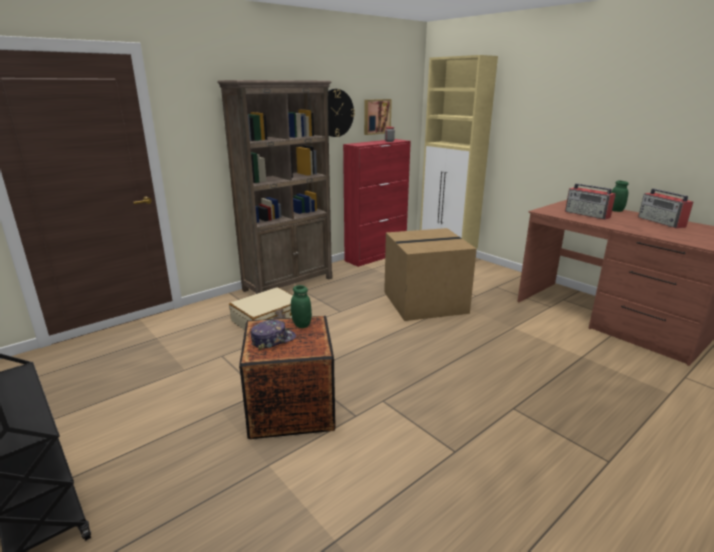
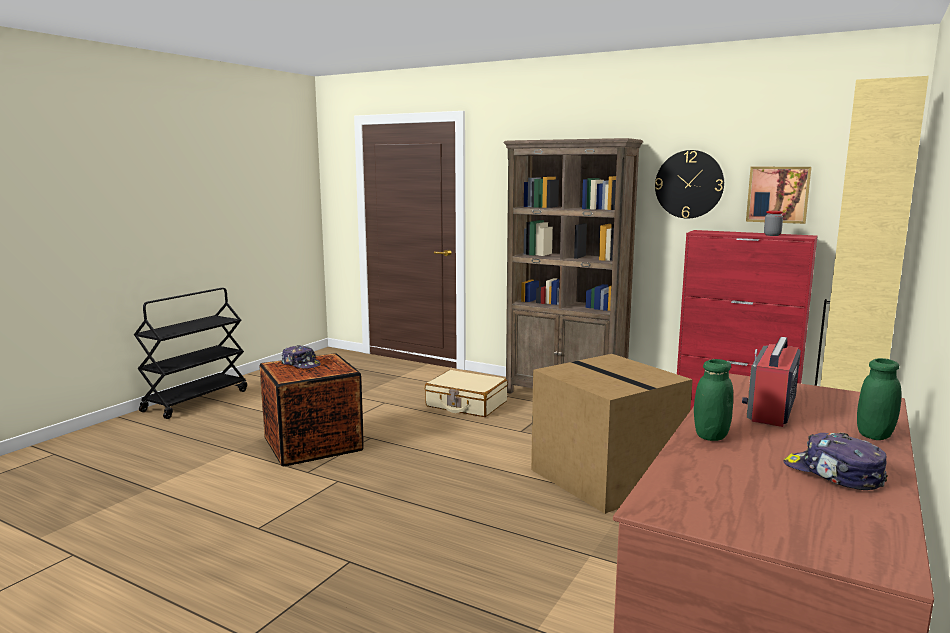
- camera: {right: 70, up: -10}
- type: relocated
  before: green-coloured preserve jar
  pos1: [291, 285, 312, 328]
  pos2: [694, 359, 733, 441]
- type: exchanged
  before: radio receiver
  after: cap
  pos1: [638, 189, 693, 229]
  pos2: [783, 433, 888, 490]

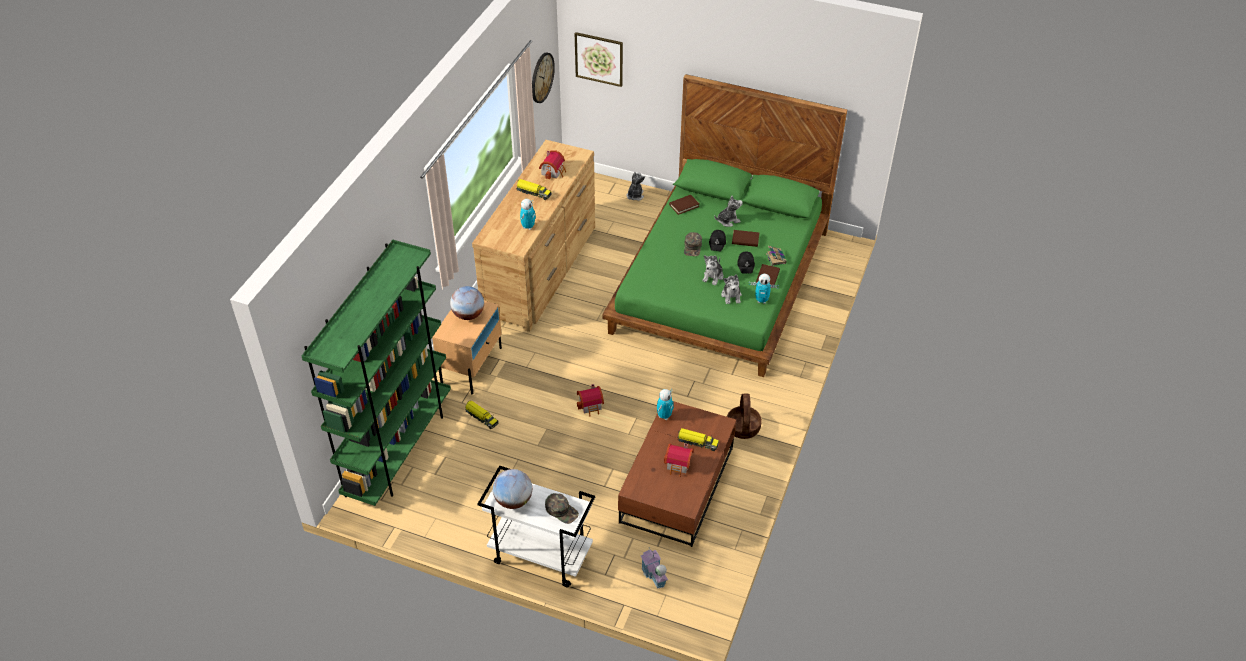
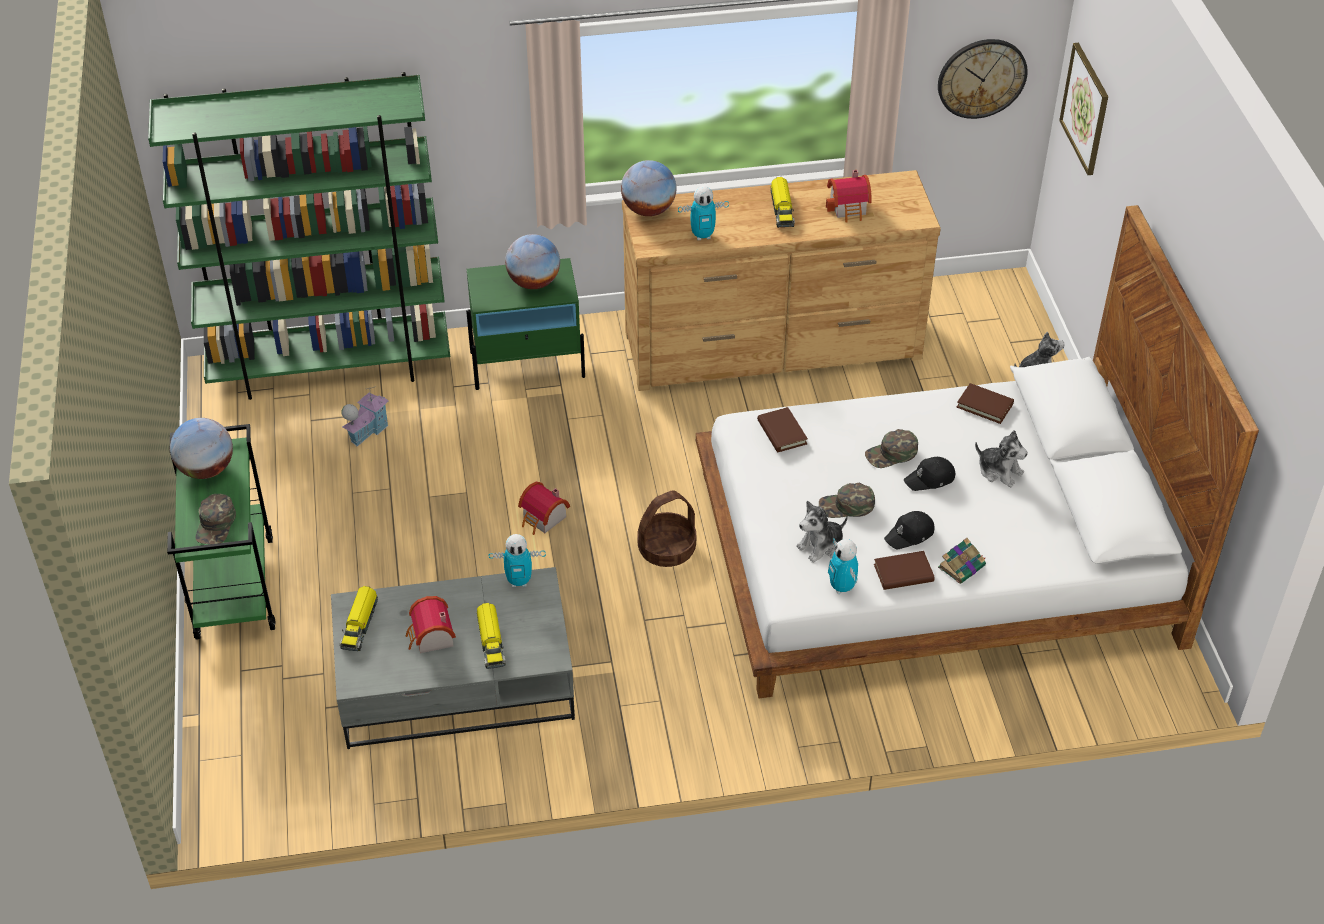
- camera: {right: 60, up: 0}
- type: colour
  before: white-coloured cart
  after: green-coloured cart
  pos1: [477, 465, 595, 588]
  pos2: [167, 424, 275, 639]
- type: colour
  before: brown low table
  after: gray low table
  pos1: [618, 401, 736, 547]
  pos2: [331, 567, 575, 749]
- type: relocated
  before: toy truck
  pos1: [465, 401, 499, 429]
  pos2: [340, 586, 378, 651]
- type: relocated
  before: toy house
  pos1: [640, 549, 668, 589]
  pos2: [341, 386, 389, 447]
- type: colour
  before: beige-coloured nightstand
  after: green-coloured nightstand
  pos1: [432, 300, 502, 394]
  pos2: [466, 258, 585, 390]
- type: appeared
  after: world globe
  pos2: [621, 160, 676, 216]
- type: relocated
  before: storage basket
  pos1: [727, 394, 762, 439]
  pos2: [637, 490, 696, 567]
- type: colour
  before: green-coloured sleeping bed
  after: white-coloured sleeping bed
  pos1: [602, 74, 847, 377]
  pos2: [696, 205, 1259, 698]
- type: relocated
  before: brown bound book
  pos1: [732, 230, 759, 247]
  pos2: [757, 407, 808, 452]
- type: exchanged
  before: plush toy
  after: green-coloured cap
  pos1: [702, 255, 723, 285]
  pos2: [819, 483, 875, 518]

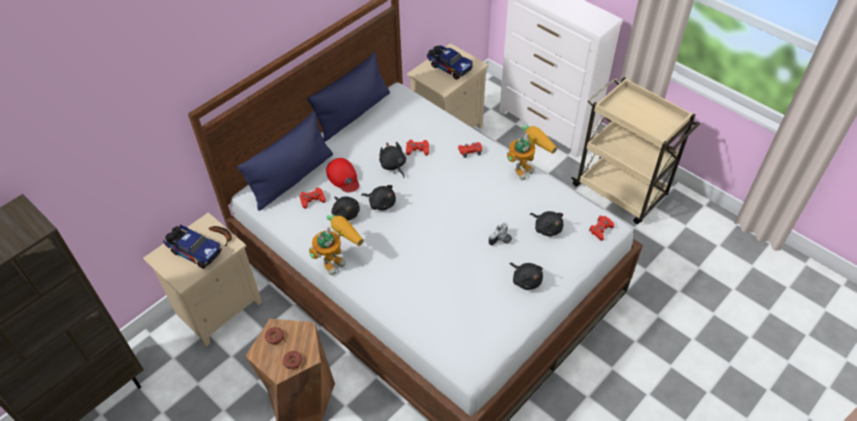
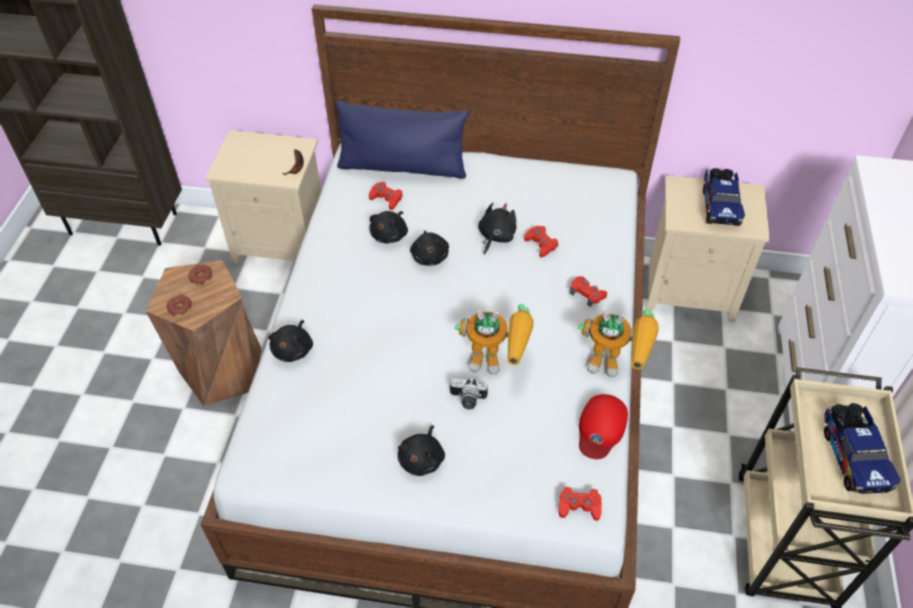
- camera: {right: 55, up: 0}
- type: relocated
  before: blackish plush toy
  pos1: [530, 211, 563, 237]
  pos2: [268, 320, 313, 362]
- type: relocated
  before: toy robot
  pos1: [309, 214, 364, 275]
  pos2: [455, 304, 534, 375]
- type: relocated
  before: reddish cap
  pos1: [326, 158, 359, 193]
  pos2: [579, 394, 628, 459]
- type: relocated
  before: toy truck
  pos1: [163, 225, 222, 269]
  pos2: [824, 403, 901, 494]
- type: missing
  before: blue-coloured pillow
  pos1: [307, 52, 390, 141]

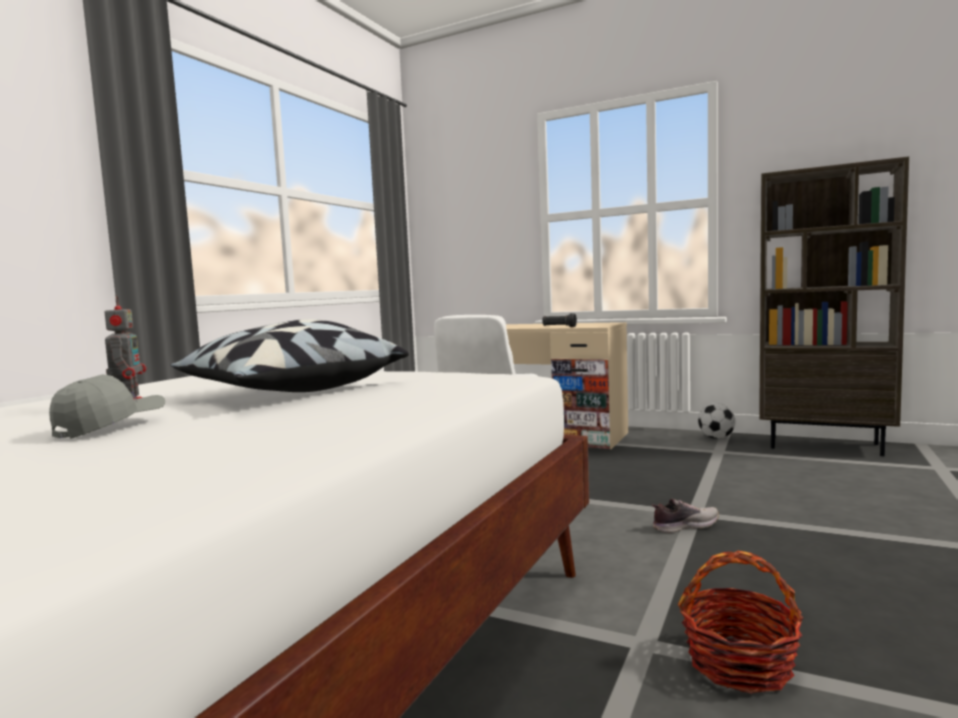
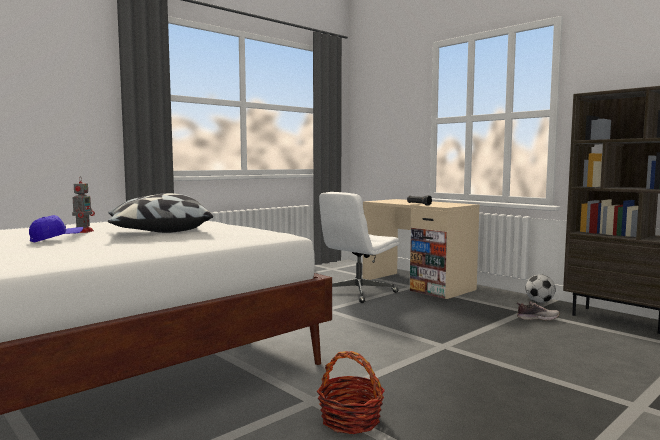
- camera: {right: 20, up: 0}
- type: colour
  before: gray cap
  after: blue-coloured cap
  pos1: [49, 374, 165, 439]
  pos2: [29, 215, 83, 243]
- type: relocated
  before: item of footwear
  pos1: [652, 499, 719, 533]
  pos2: [517, 302, 560, 321]

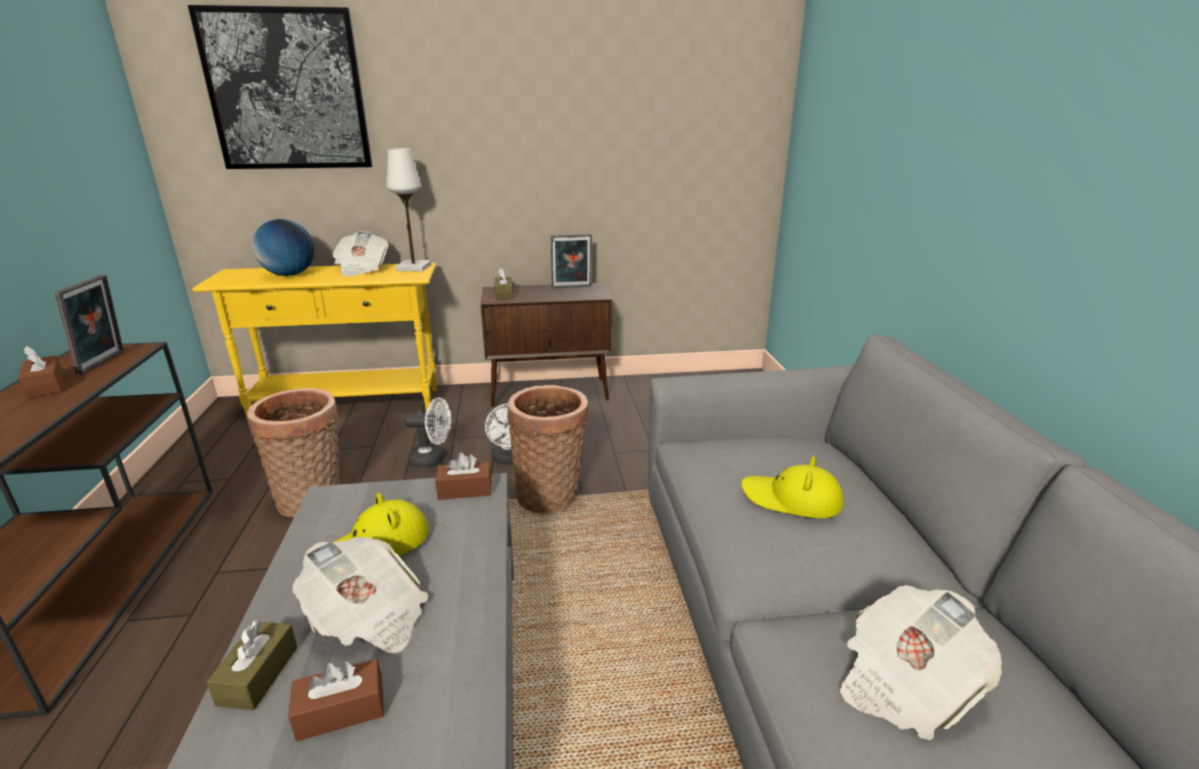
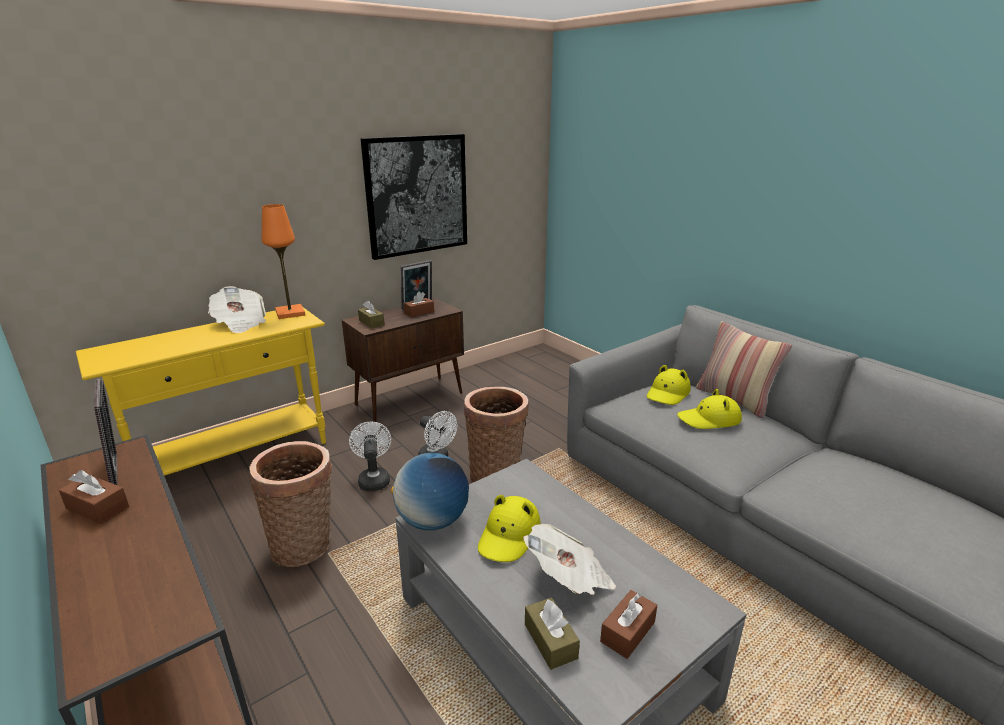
- camera: {right: -30, up: 0}
- type: colour
  before: white-coloured tabletop lamp
  after: orangey tabletop lamp
  pos1: [386, 148, 431, 272]
  pos2: [262, 204, 305, 319]
- type: spun
  before: white-coloured electric fan
  pos1: [405, 397, 451, 468]
  pos2: [349, 422, 391, 491]
  turn: -75
- type: relocated
  before: wall picture
  pos1: [188, 5, 372, 169]
  pos2: [361, 134, 467, 260]
- type: relocated
  before: world globe
  pos1: [252, 219, 314, 276]
  pos2: [391, 453, 469, 530]
- type: relocated
  before: brown tissue holder
  pos1: [435, 453, 491, 500]
  pos2: [404, 291, 434, 318]
- type: appeared
  after: yellow wearable hat
  pos2: [647, 365, 691, 405]
- type: appeared
  after: pillow
  pos2: [696, 321, 792, 418]
- type: missing
  before: newspaper
  pos1: [840, 585, 1002, 741]

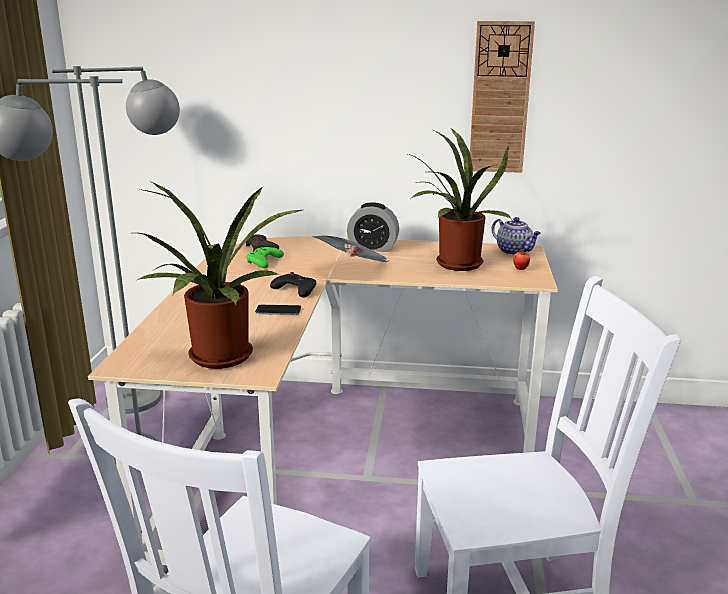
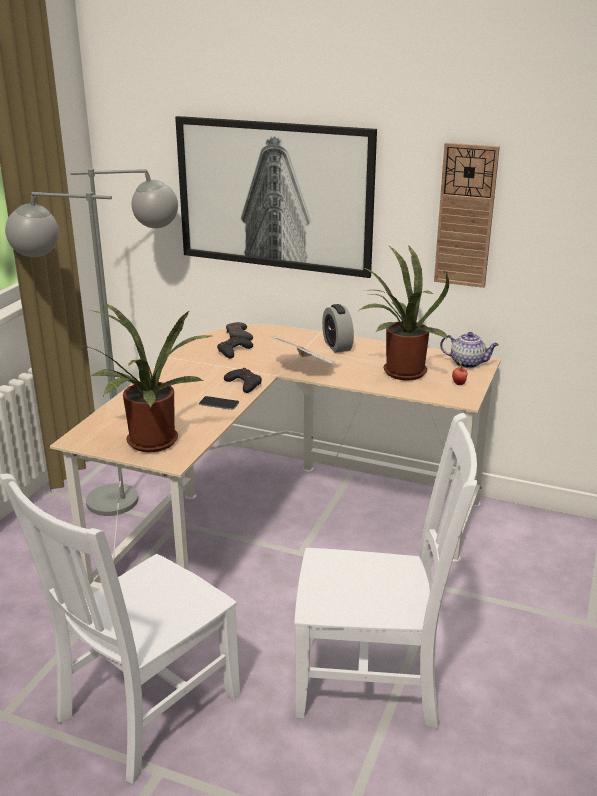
- camera: {right: 15, up: 5}
- type: appeared
  after: wall picture
  pos2: [175, 116, 377, 278]
- type: colour
  before: green-coloured game controller
  after: blackish game controller
  pos1: [246, 247, 284, 268]
  pos2: [217, 337, 253, 358]
- type: spun
  before: alarm clock
  pos1: [347, 202, 399, 252]
  pos2: [322, 304, 354, 353]
  turn: 45
- type: spun
  before: teapot
  pos1: [491, 217, 541, 255]
  pos2: [440, 332, 499, 368]
  turn: -45

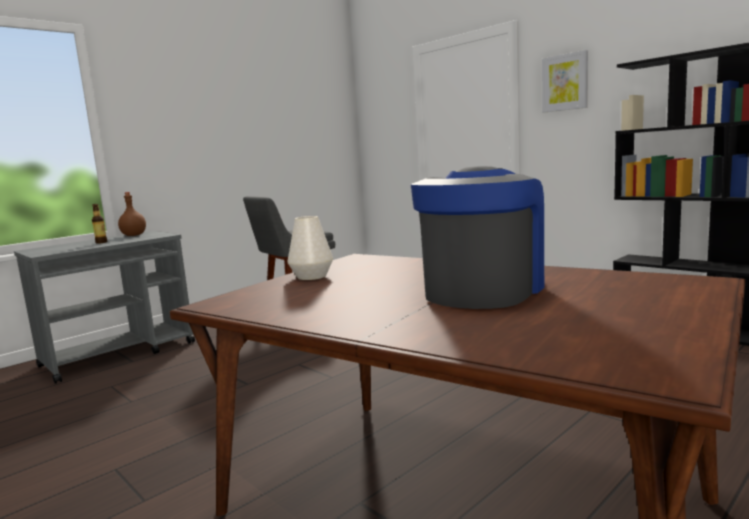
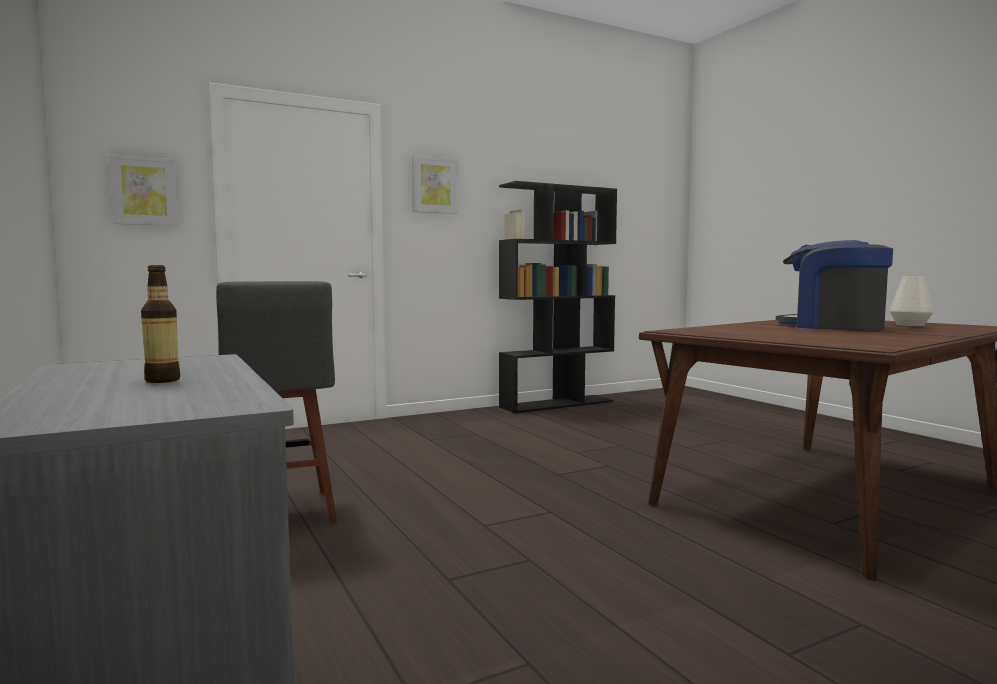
- camera: {right: -75, up: -5}
- type: appeared
  after: wall picture
  pos2: [109, 154, 179, 226]
- type: relocated
  before: white-coloured decorative vase
  pos1: [287, 216, 333, 280]
  pos2: [890, 276, 934, 326]
- type: missing
  before: brown drink bottle
  pos1: [118, 192, 146, 236]

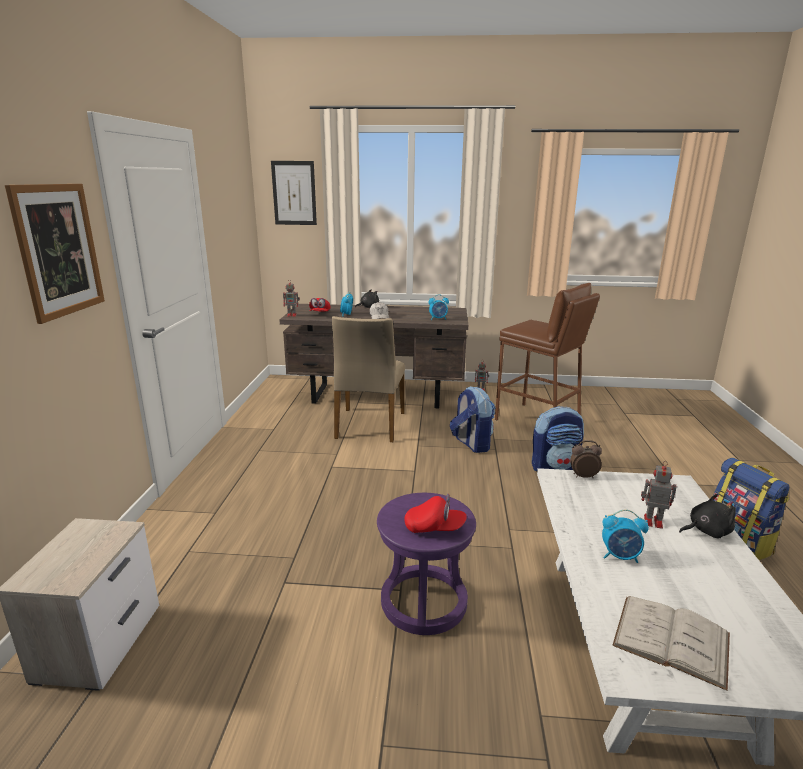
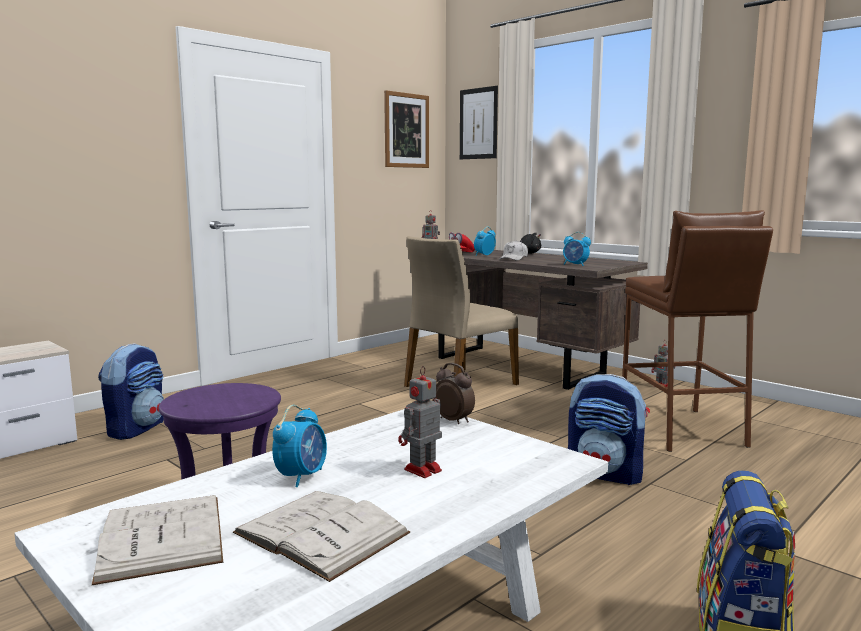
- camera: {right: 40, up: -10}
- type: relocated
  before: backpack
  pos1: [450, 386, 495, 453]
  pos2: [98, 343, 164, 440]
- type: appeared
  after: white-coloured bound book
  pos2: [233, 491, 410, 582]
- type: spun
  before: alarm clock
  pos1: [602, 509, 649, 563]
  pos2: [272, 405, 327, 487]
  turn: -120
- type: relocated
  before: wall picture
  pos1: [5, 184, 105, 324]
  pos2: [384, 90, 429, 168]
- type: spun
  before: toy robot
  pos1: [641, 461, 677, 529]
  pos2: [398, 366, 442, 478]
  turn: -105
- type: missing
  before: reddish cap
  pos1: [404, 494, 467, 533]
- type: missing
  before: blackish plush toy
  pos1: [679, 494, 736, 538]

